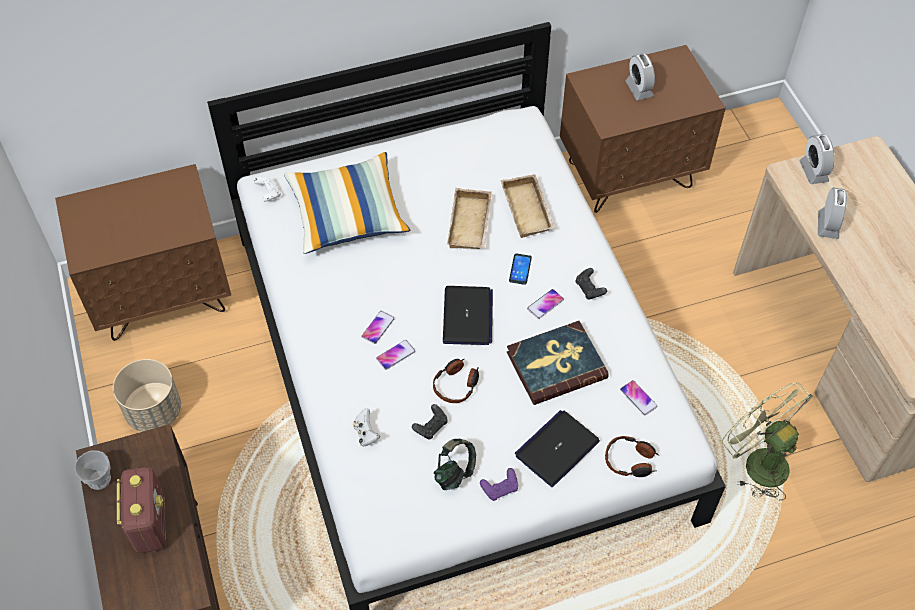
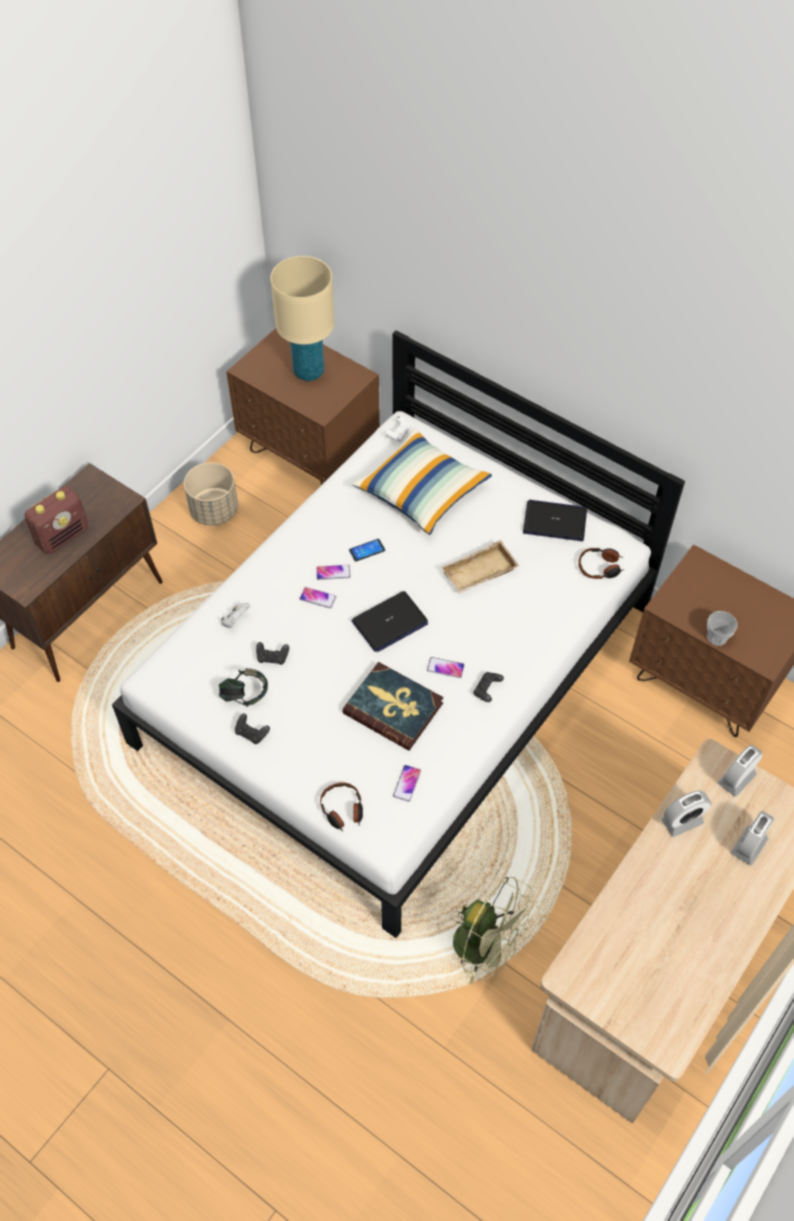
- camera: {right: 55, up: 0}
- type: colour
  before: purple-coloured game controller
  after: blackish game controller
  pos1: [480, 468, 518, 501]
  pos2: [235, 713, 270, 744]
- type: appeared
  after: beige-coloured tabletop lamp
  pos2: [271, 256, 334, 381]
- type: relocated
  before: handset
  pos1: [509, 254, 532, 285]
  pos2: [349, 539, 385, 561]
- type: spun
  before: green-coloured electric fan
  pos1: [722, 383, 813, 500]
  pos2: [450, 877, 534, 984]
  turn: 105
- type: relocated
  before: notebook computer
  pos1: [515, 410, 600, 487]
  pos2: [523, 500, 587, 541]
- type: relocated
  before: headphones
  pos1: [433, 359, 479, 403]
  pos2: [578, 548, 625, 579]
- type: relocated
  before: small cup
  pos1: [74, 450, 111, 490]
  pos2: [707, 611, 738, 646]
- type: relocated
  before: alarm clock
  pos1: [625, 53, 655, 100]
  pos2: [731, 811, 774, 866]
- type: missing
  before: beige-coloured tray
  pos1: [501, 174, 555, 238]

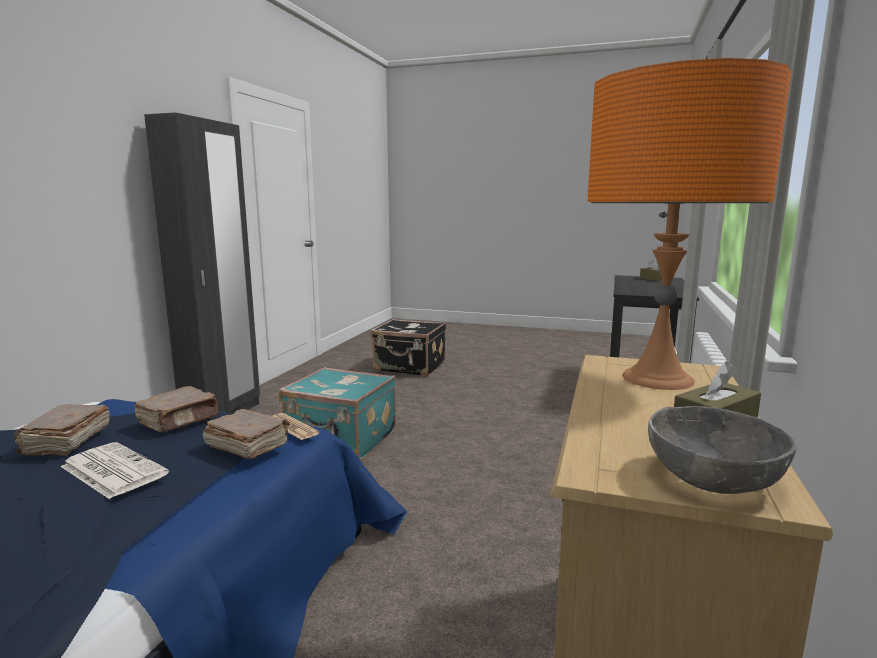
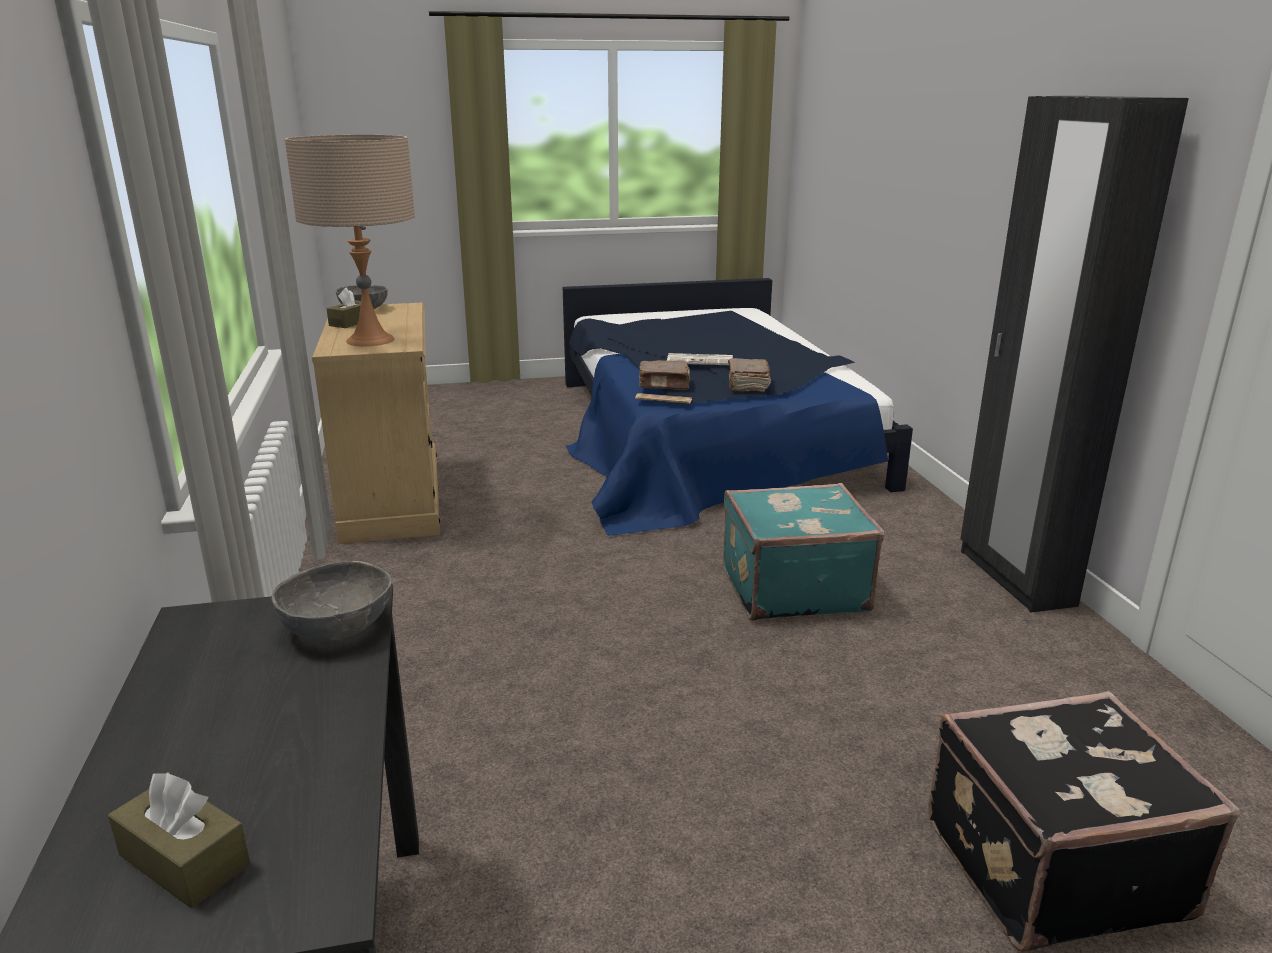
- camera: {right: 150, up: 10}
- type: appeared
  after: gray deep dish
  pos2: [271, 561, 392, 642]
- type: colour
  before: orangey tabletop lamp
  after: beige-coloured tabletop lamp
  pos1: [587, 58, 791, 390]
  pos2: [285, 135, 415, 346]
- type: missing
  before: brown bound book
  pos1: [15, 404, 110, 456]

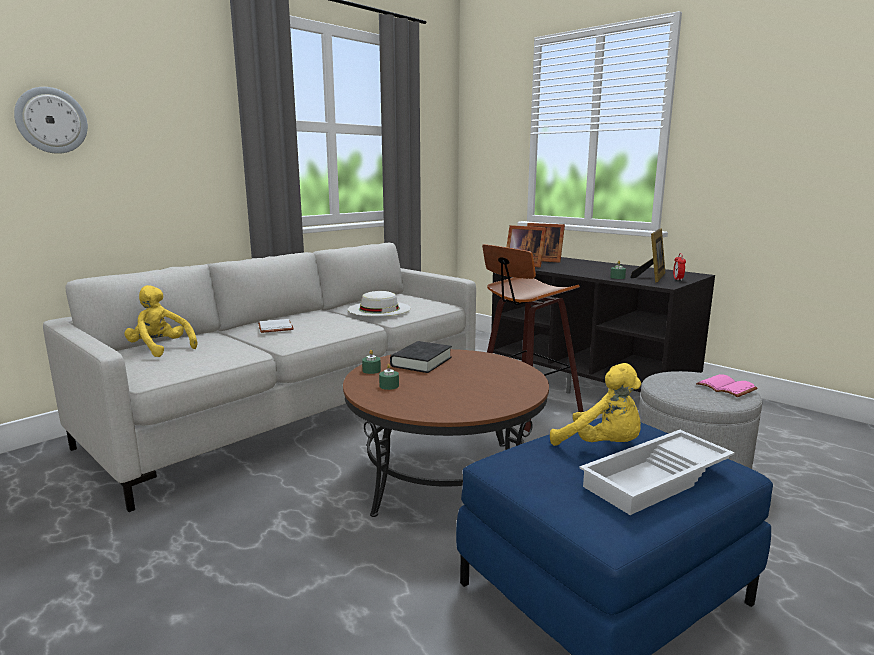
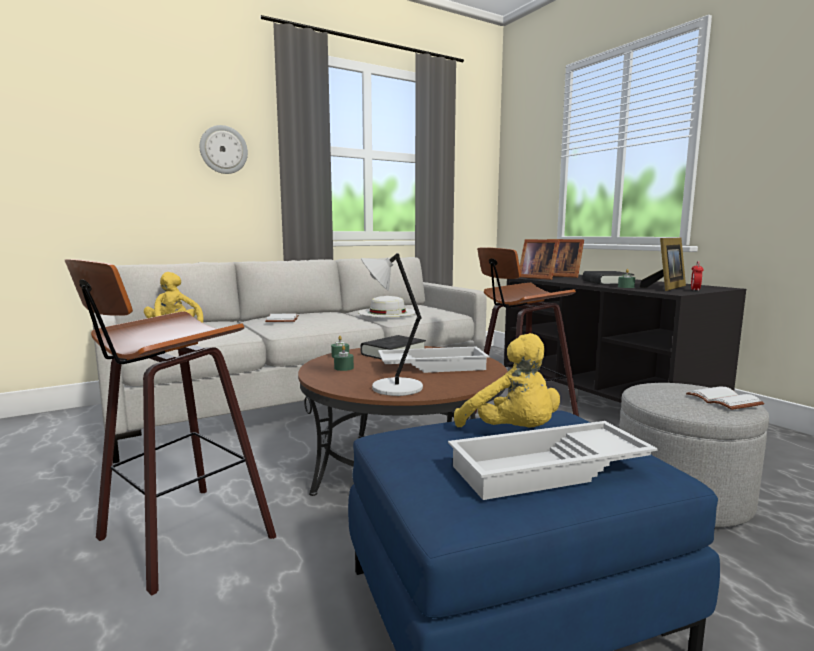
- camera: {right: 15, up: -5}
- type: appeared
  after: stool seat
  pos2: [65, 259, 276, 596]
- type: relocated
  before: clock on the wall
  pos1: [14, 87, 88, 154]
  pos2: [200, 125, 248, 174]
- type: appeared
  after: gray tabletop lamp
  pos2: [361, 253, 423, 396]
- type: appeared
  after: white-coloured tray
  pos2: [378, 347, 489, 373]
- type: appeared
  after: blackish bound book
  pos2: [583, 271, 635, 285]
- type: colour
  before: pinkish bound book
  after: white-coloured bound book
  pos1: [696, 374, 758, 397]
  pos2: [686, 387, 765, 410]

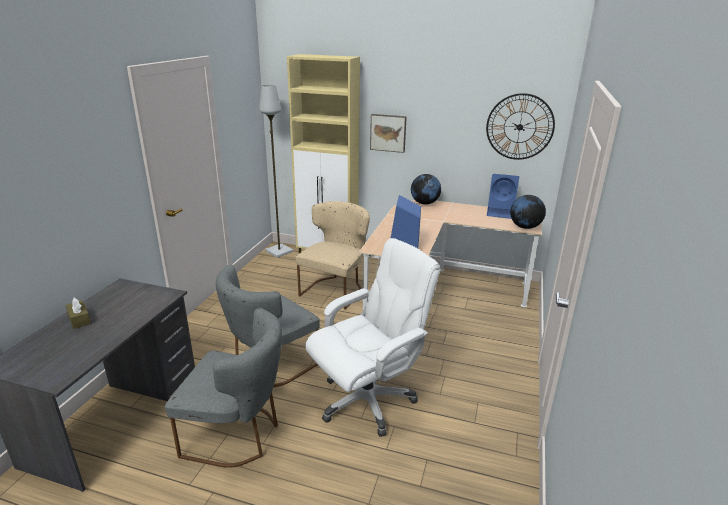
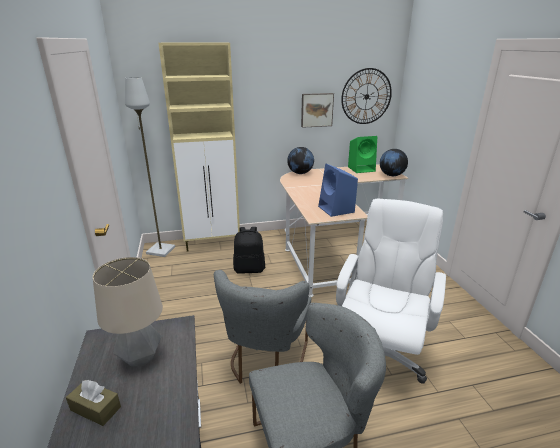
- camera: {right: -30, up: 0}
- type: appeared
  after: tabletop lamp
  pos2: [93, 257, 163, 367]
- type: exchanged
  before: beige-coloured chair
  after: blackish backpack
  pos1: [295, 201, 370, 310]
  pos2: [233, 227, 265, 274]
- type: relocated
  before: wall picture
  pos1: [370, 114, 407, 153]
  pos2: [301, 93, 334, 128]
- type: colour
  before: blue-coloured audio speaker
  after: green-coloured audio speaker
  pos1: [487, 174, 519, 219]
  pos2: [348, 136, 377, 173]

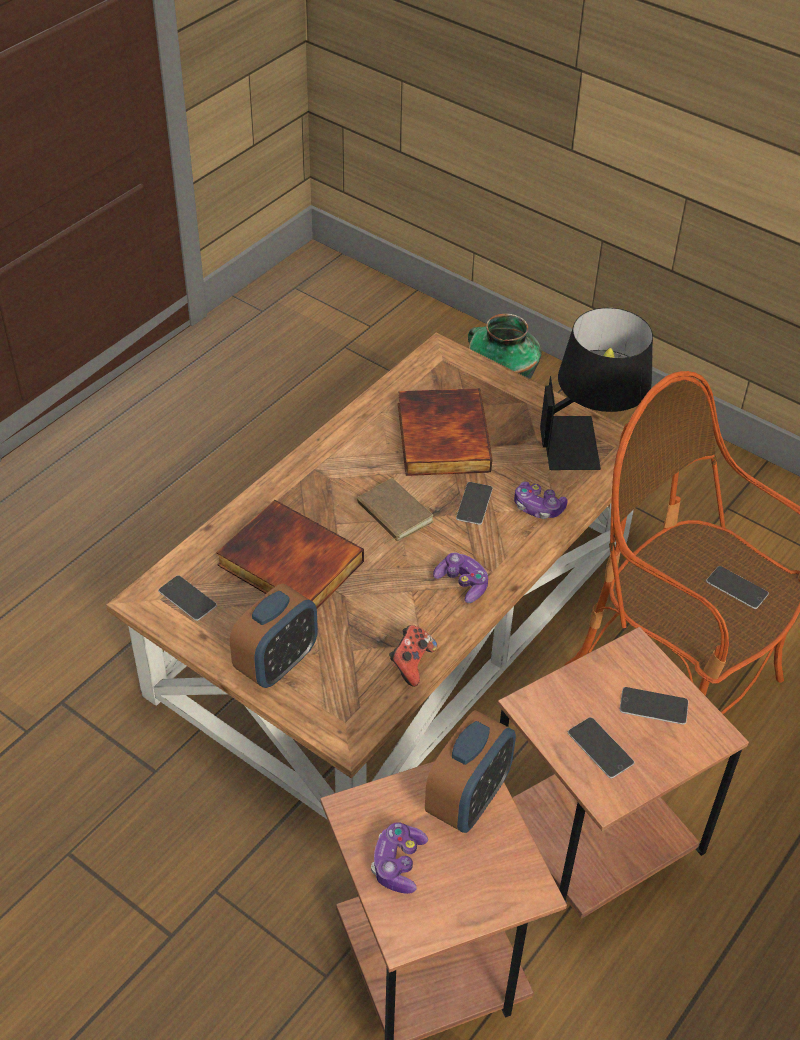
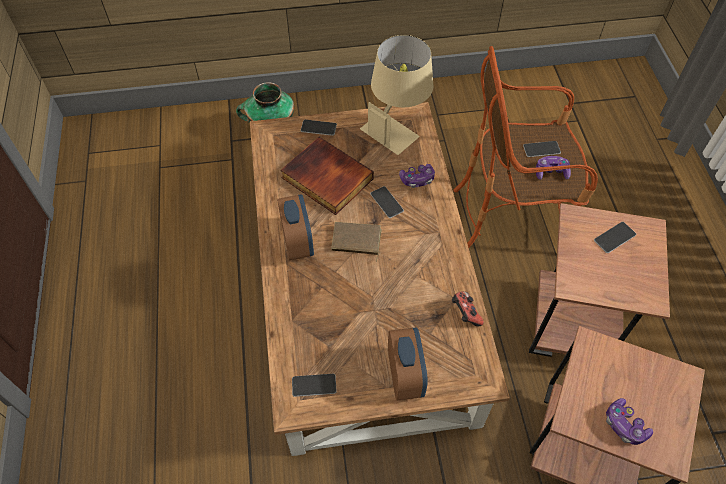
- camera: {right: -45, up: 10}
- type: relocated
  before: alarm clock
  pos1: [425, 710, 516, 833]
  pos2: [277, 194, 314, 260]
- type: relocated
  before: handset
  pos1: [568, 717, 634, 778]
  pos2: [301, 120, 337, 136]
- type: colour
  before: blackish tabletop lamp
  after: beige-coloured tabletop lamp
  pos1: [540, 308, 653, 470]
  pos2: [360, 35, 433, 155]
- type: relocated
  before: game controller
  pos1: [433, 553, 488, 603]
  pos2: [536, 156, 571, 180]
- type: missing
  before: bound book
  pos1: [216, 500, 364, 608]

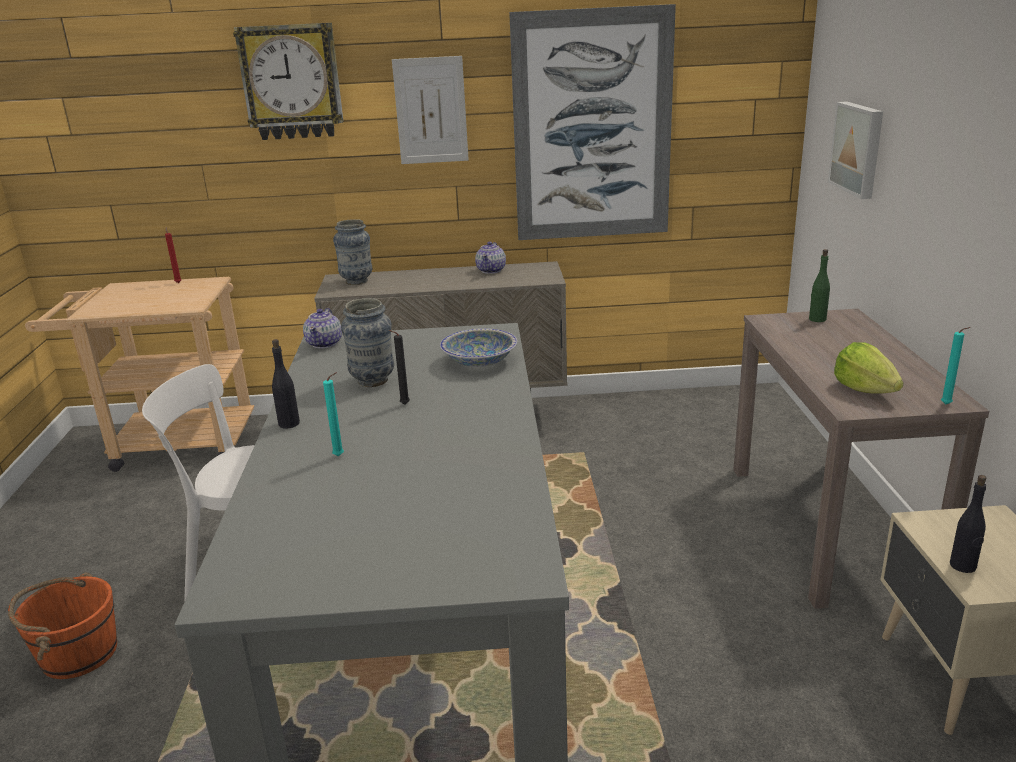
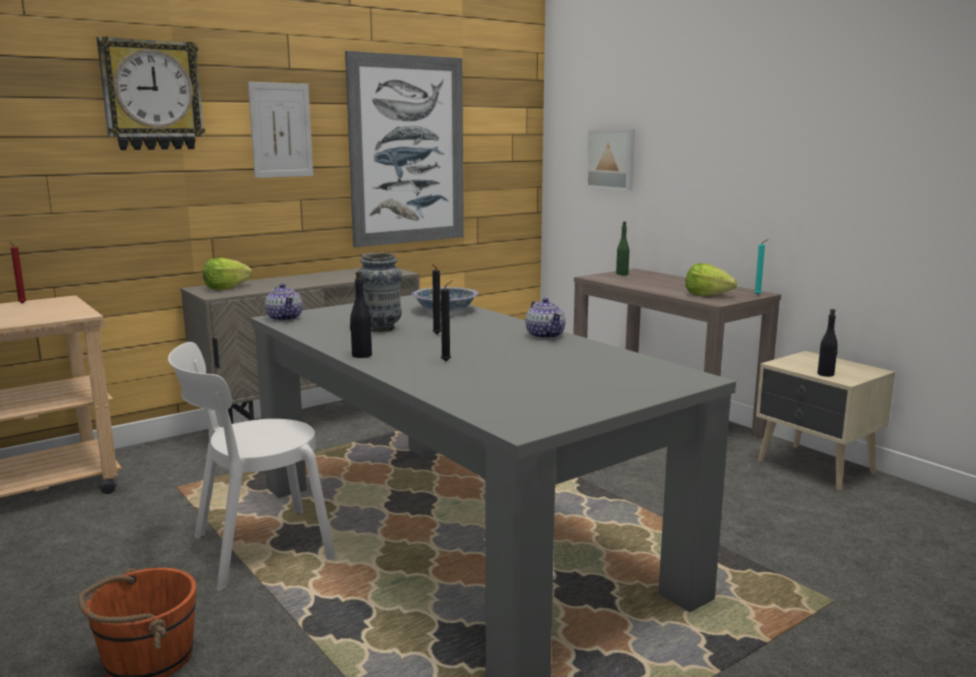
- camera: {right: -35, up: -10}
- type: exchanged
  before: decorative vase
  after: lettuce
  pos1: [333, 219, 372, 285]
  pos2: [203, 258, 252, 290]
- type: colour
  before: blue-green candle
  after: blackish candle
  pos1: [323, 372, 344, 456]
  pos2: [441, 281, 452, 361]
- type: relocated
  before: teapot
  pos1: [475, 241, 506, 274]
  pos2: [525, 298, 565, 339]

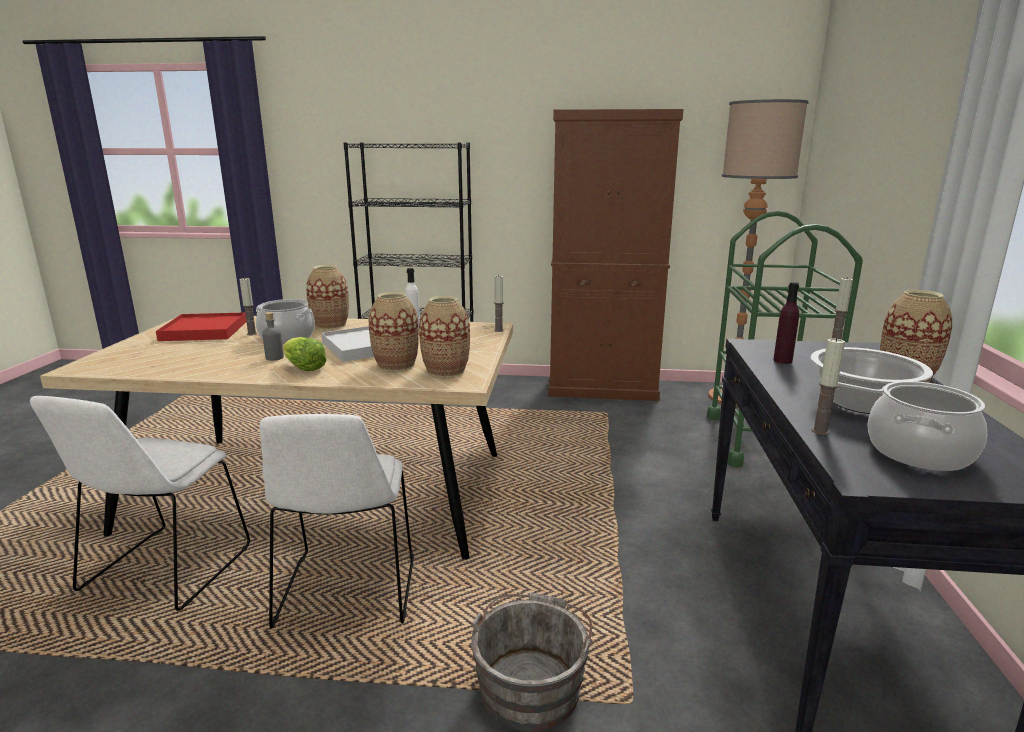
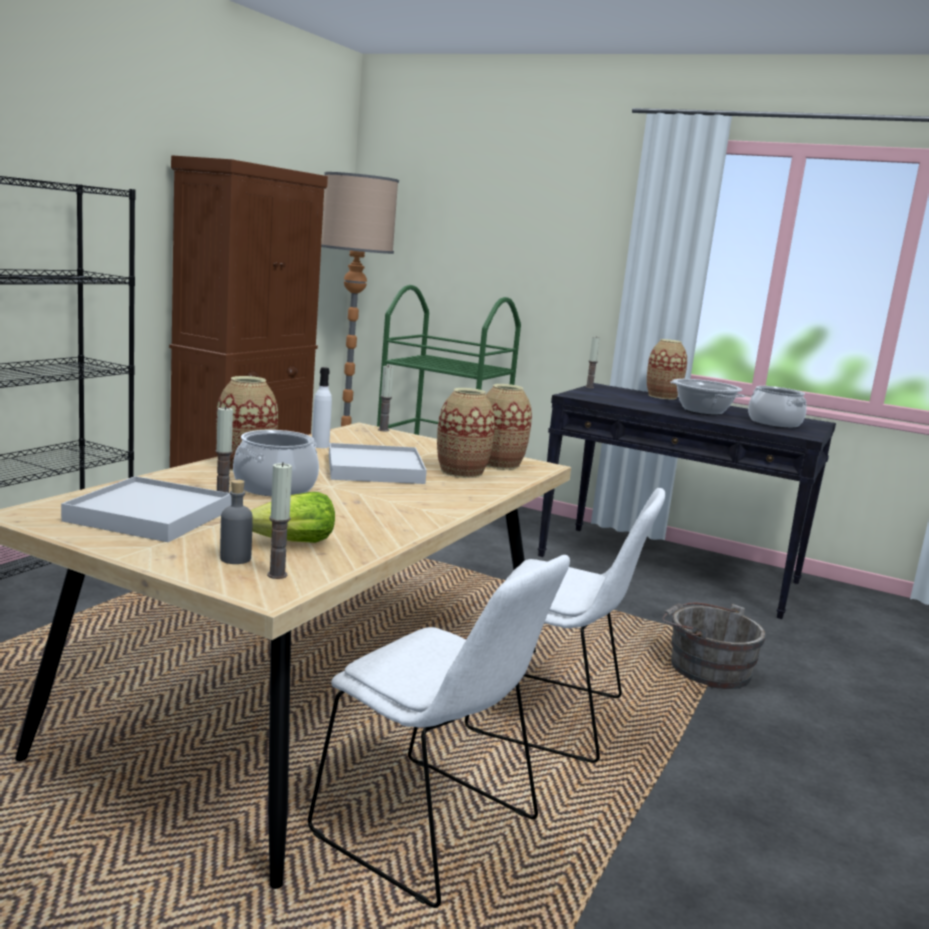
- camera: {right: -70, up: -5}
- type: colour
  before: reddish tray
  after: white-coloured tray
  pos1: [156, 312, 247, 341]
  pos2: [61, 476, 232, 542]
- type: relocated
  before: gray drink bottle
  pos1: [262, 312, 284, 361]
  pos2: [220, 480, 253, 564]
- type: relocated
  before: lettuce
  pos1: [283, 337, 327, 371]
  pos2: [250, 492, 335, 543]
- type: relocated
  before: candle
  pos1: [812, 338, 845, 435]
  pos2: [267, 462, 292, 579]
- type: missing
  before: purple-coloured drink bottle
  pos1: [773, 282, 799, 364]

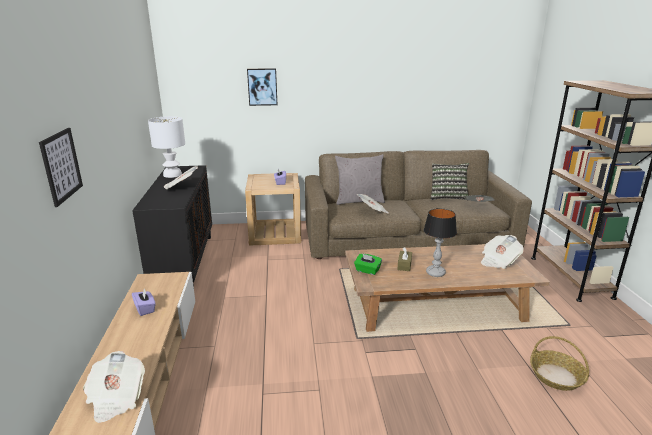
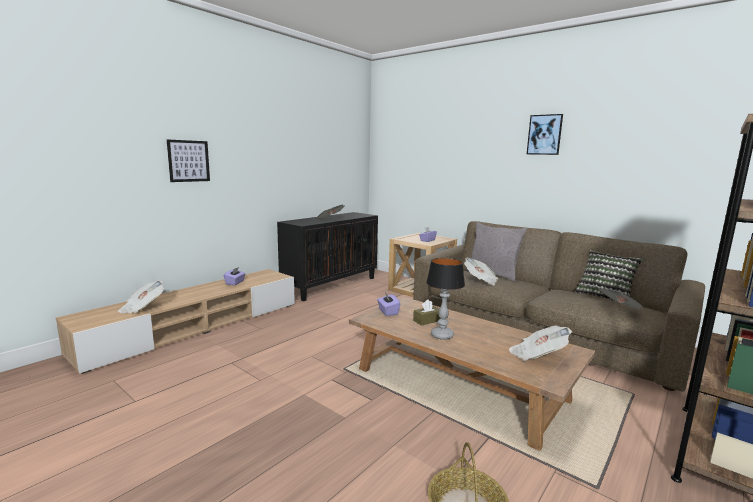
- camera: {right: 45, up: -10}
- type: colour
  before: green-coloured tissue holder
  after: purple-coloured tissue holder
  pos1: [354, 254, 382, 275]
  pos2: [377, 293, 400, 316]
- type: relocated
  before: wall picture
  pos1: [247, 68, 277, 106]
  pos2: [527, 114, 563, 155]
- type: missing
  before: white-coloured tabletop lamp
  pos1: [148, 116, 185, 178]

